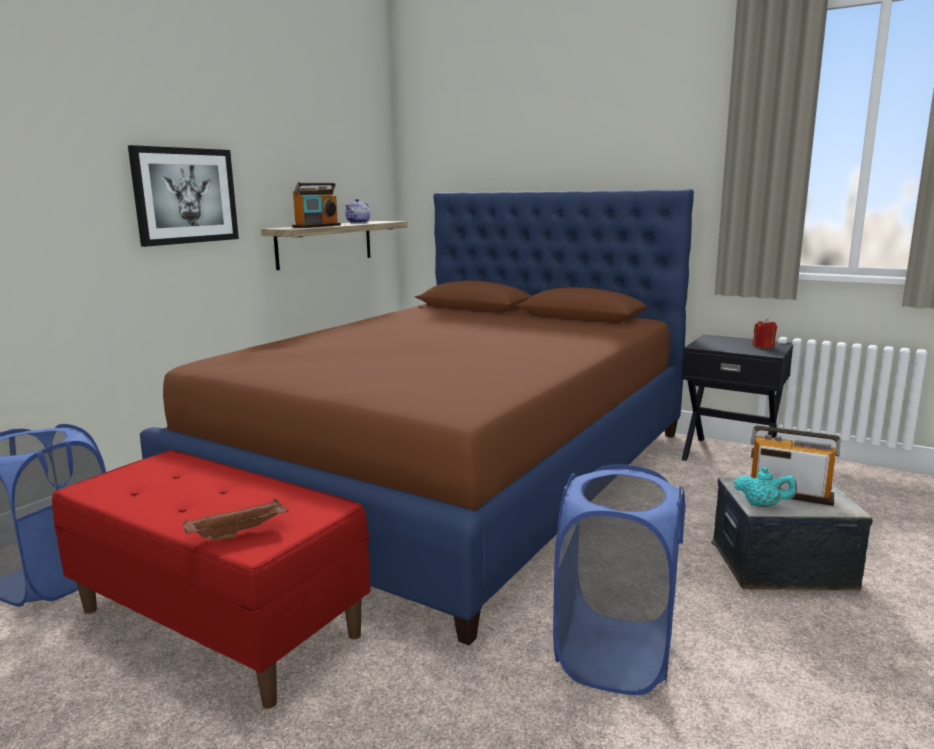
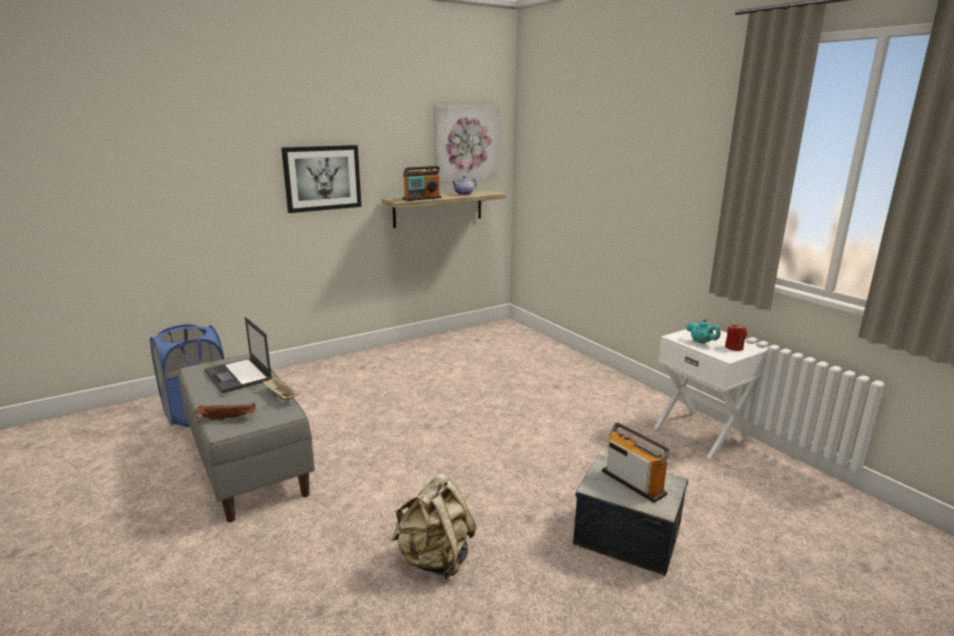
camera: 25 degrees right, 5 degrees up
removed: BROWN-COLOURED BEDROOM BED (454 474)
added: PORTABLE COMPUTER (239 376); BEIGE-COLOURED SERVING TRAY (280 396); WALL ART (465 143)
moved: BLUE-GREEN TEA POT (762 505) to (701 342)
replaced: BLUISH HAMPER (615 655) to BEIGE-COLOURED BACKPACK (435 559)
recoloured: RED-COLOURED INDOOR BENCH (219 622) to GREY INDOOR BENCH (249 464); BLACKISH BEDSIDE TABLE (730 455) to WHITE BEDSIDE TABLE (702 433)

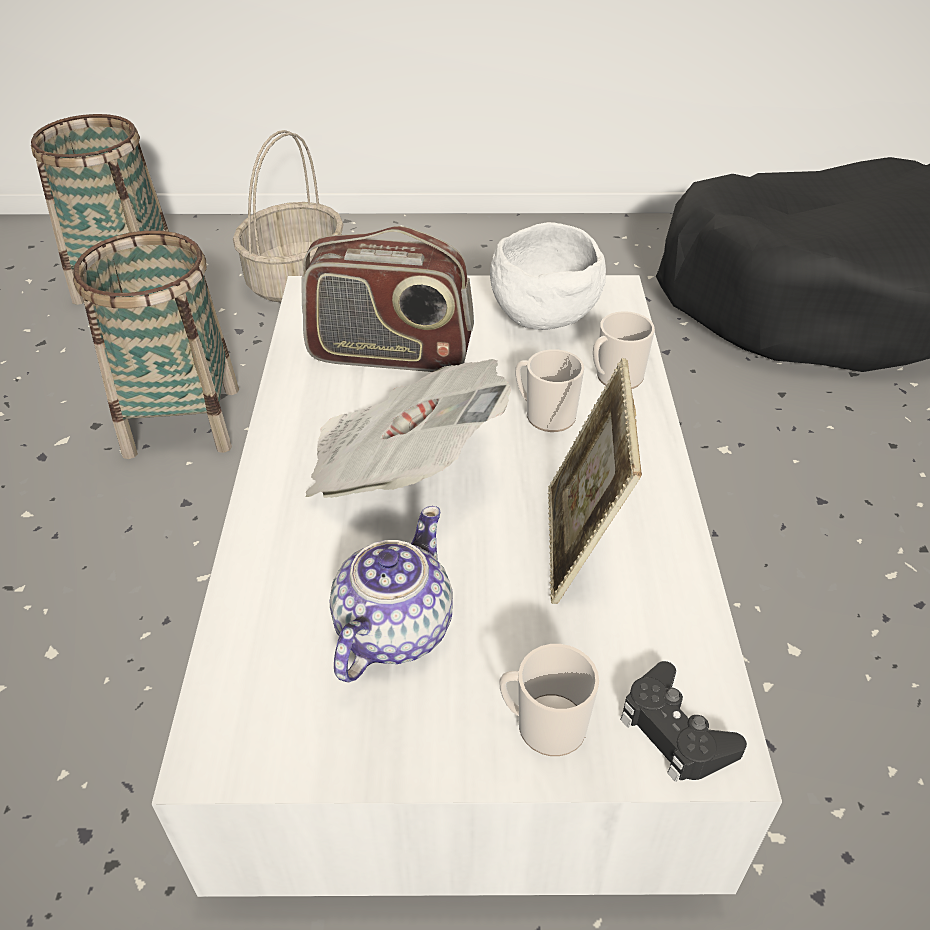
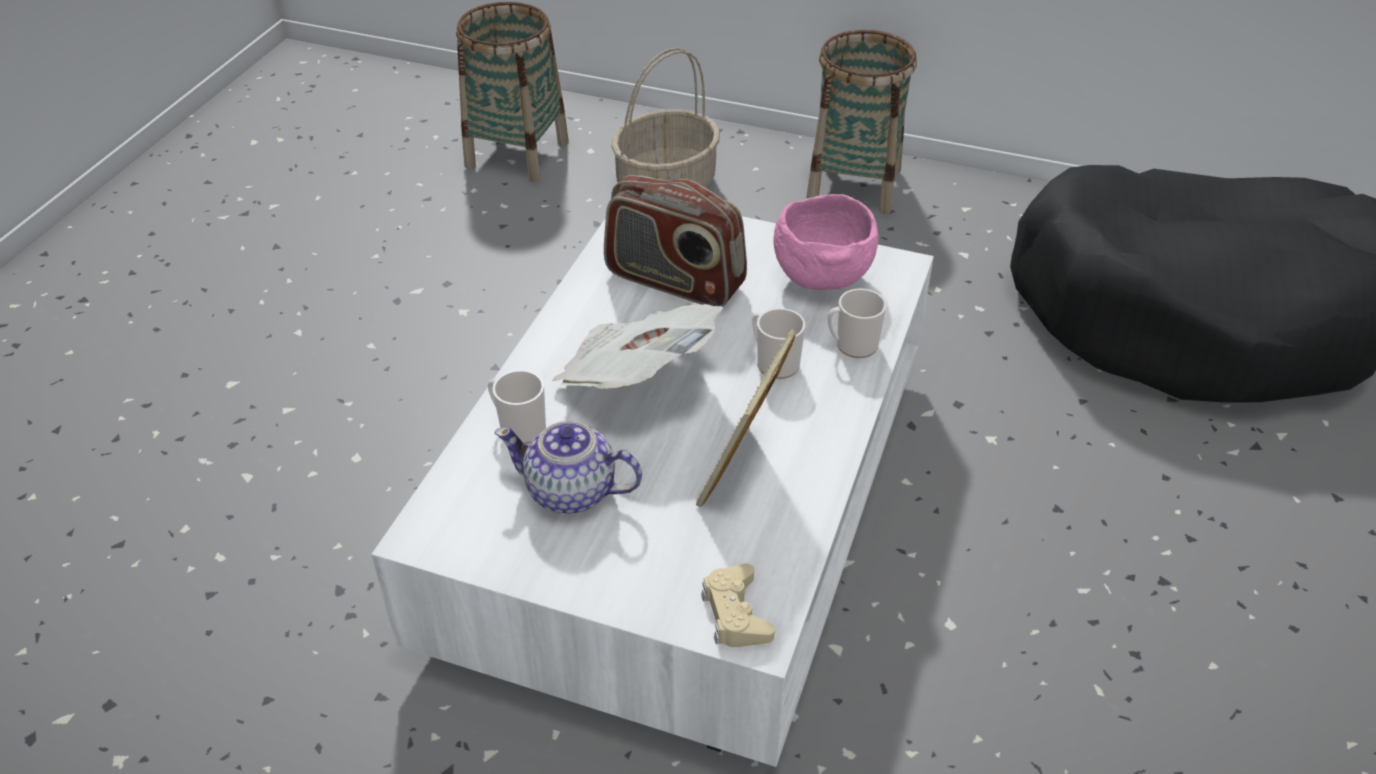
camera: 20 degrees right, 0 degrees up
moved: TEA MUG (543 725) to (518 427); STORAGE BASKET (183 421) to (854 185)
recoloured: BLACKISH GAMEPAD (675 731) to BEIGE-COLOURED GAMEPAD (735 613); WHITE SERVING BOWL (542 316) to PINKISH SERVING BOWL (821 275)
turned: TEA POT (392 630) = (572 492) 120 degrees counterclockwise

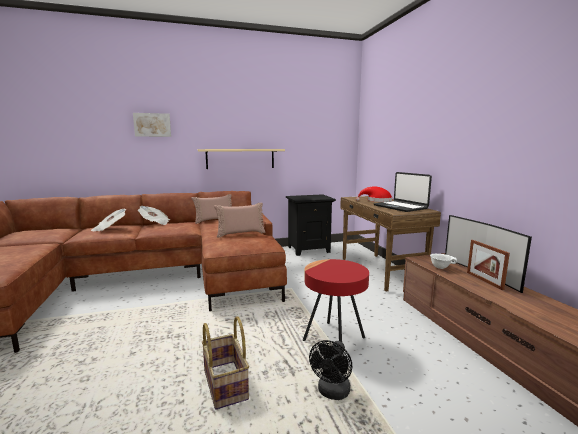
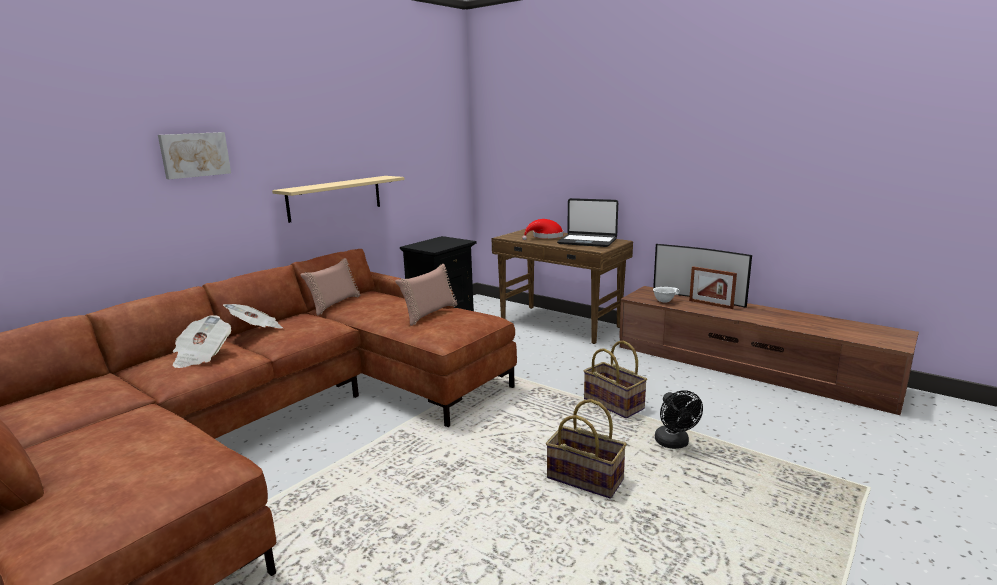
camera: 35 degrees left, 5 degrees up
replaced: RED-COLOURED ACCENT TABLE (334 339) to STORAGE BASKET (614 404)

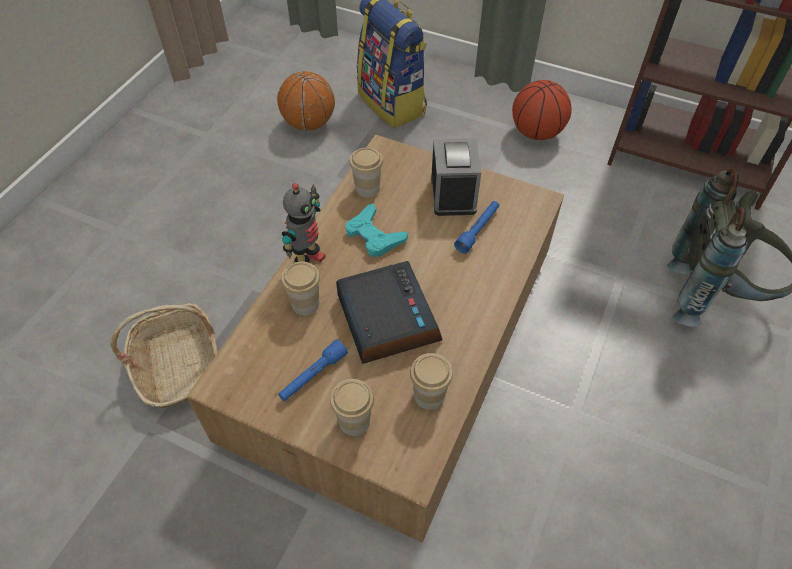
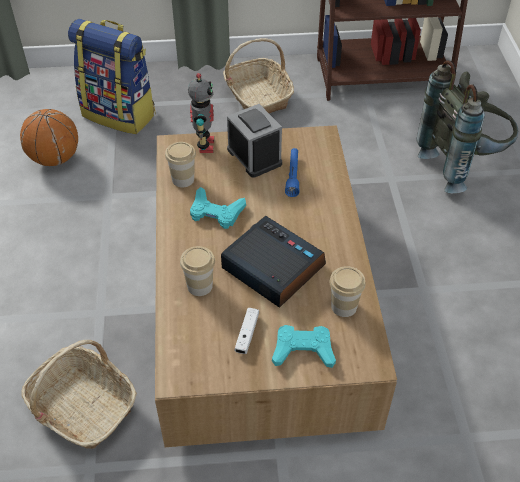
camera: 30 degrees left, 5 degrees down
moved: TOY ROBOT (308 261) to (204 145)
replaced: BASKETBALL BALL (536 133) to STORAGE BASKET (257 96); BLUISH HAND TORCH (313 376) to WHITE GAMEPAD (247 334); DRINKING CUP (354 421) to BLUE-GREEN GAMEPAD (303 350)

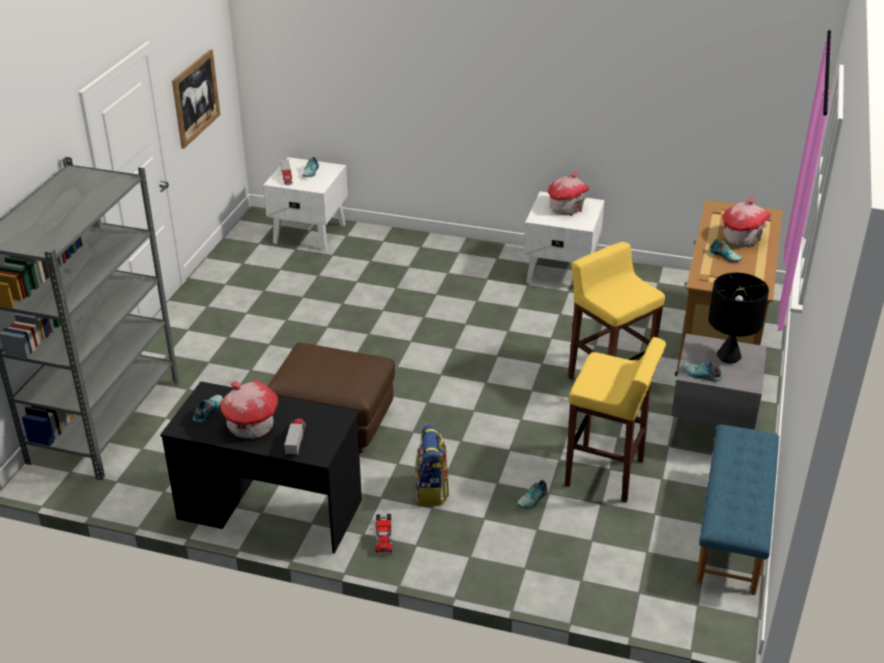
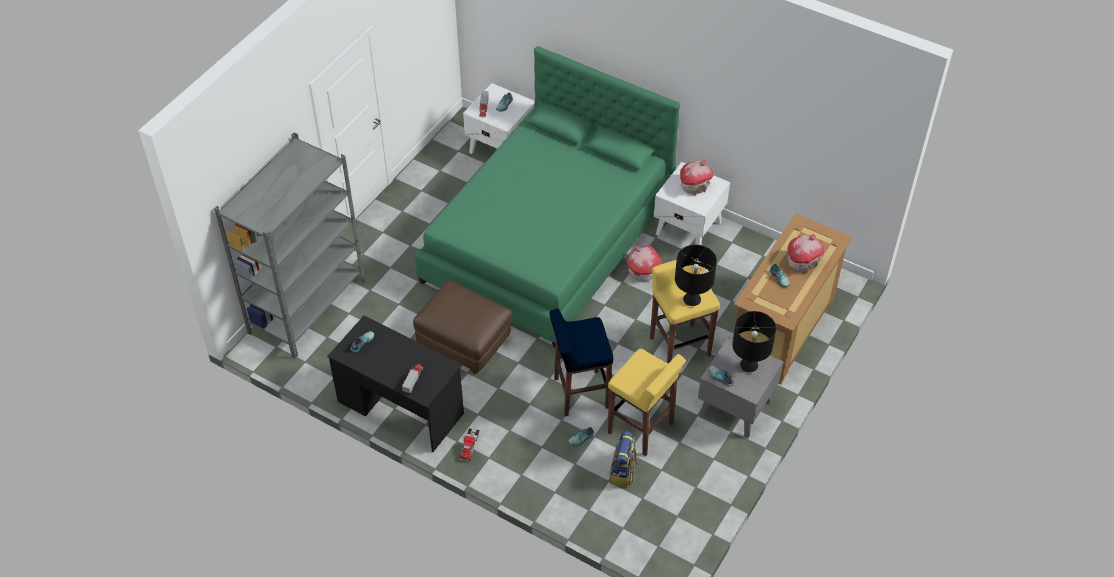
camera: 15 degrees right, 15 degrees up
removed: WALL ART (195 98); BLUISH INDOOR BENCH (733 529)
added: GREENISH BEDROOM BED (548 240); BLUISH SITTING STOOL (580 393); BLACKISH LAMP FOR A TABLE (691 300)
moved: BACKPACK (432 490) to (623 473); TOY HOUSE (250 426) to (642 271)

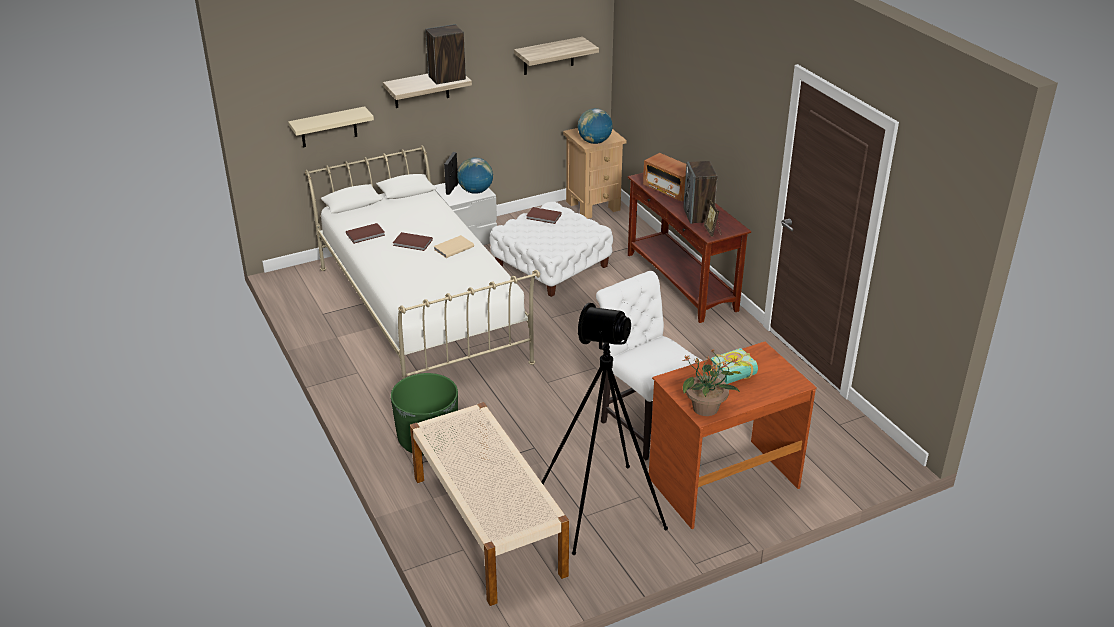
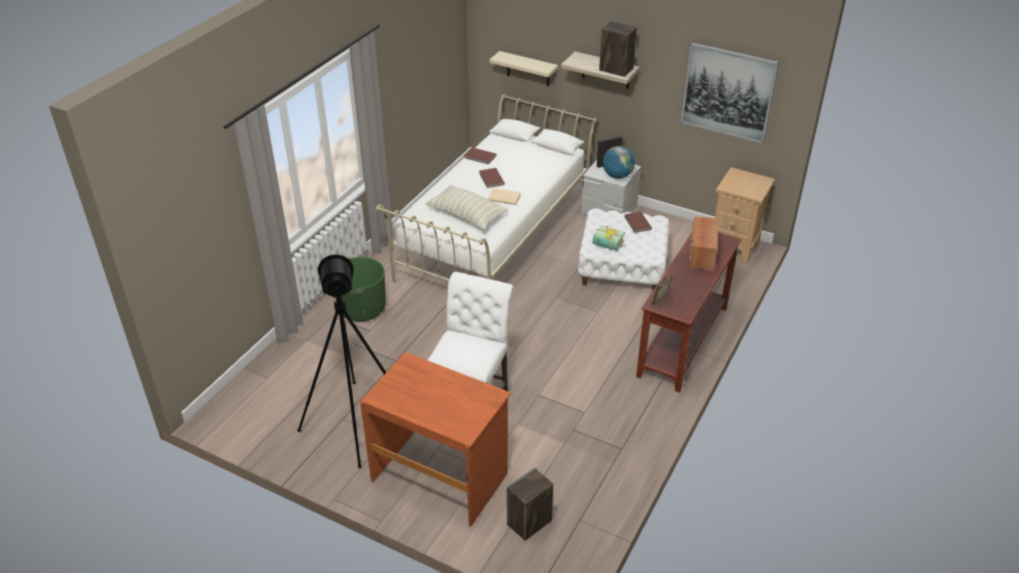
camera: 55 degrees right, 5 degrees up
removed: BEIGE-COLOURED INDOOR BENCH (487 525); WORLD GLOBE (594 142); HOUSEPLANT (706 408)
added: PILLOW (467 215)
moved: LOUDSPEAKER (698 215) to (529 523); BOOK (735 378) to (606 246)
replaced: WALL SHELF (548 56) to WALL ART (728 92)

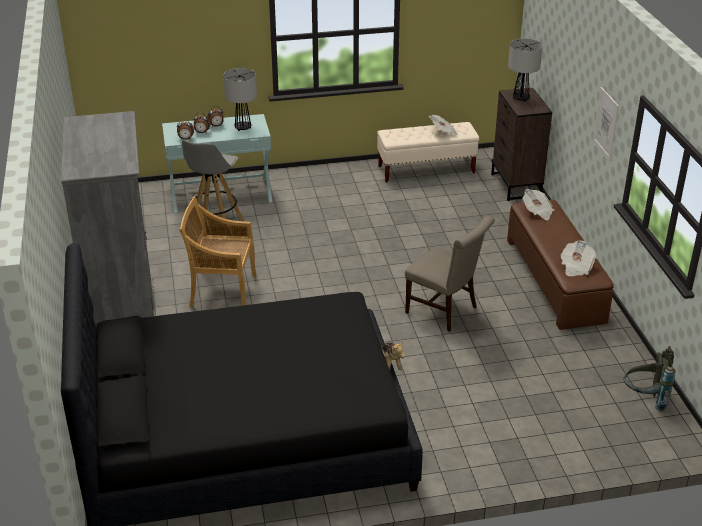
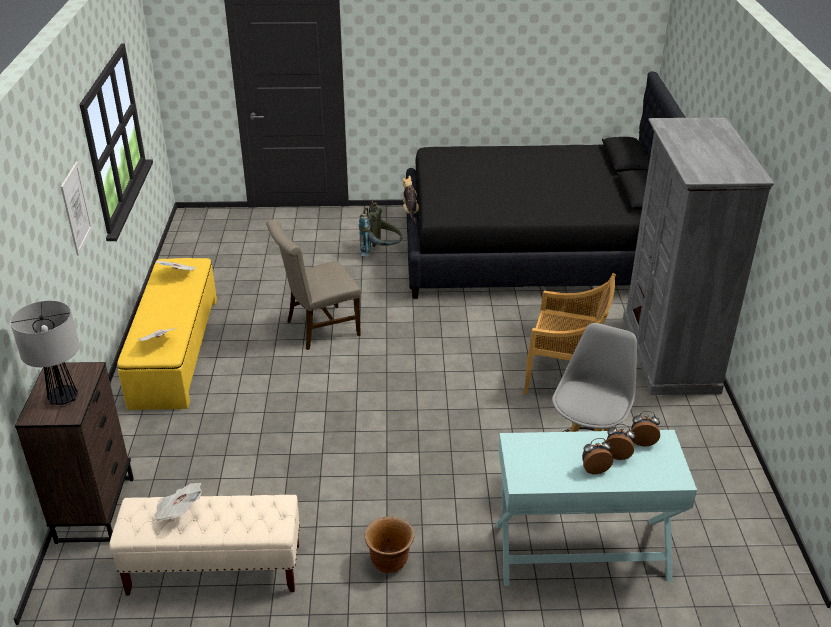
camera: 170 degrees left, 0 degrees up
removed: LAMP FOR A TABLE (243 128)
added: BROWN-COLOURED FLOWER POT (389 562)
moved: GREY BACKPACK (645 399) to (381 253)
recoloured: BROWN-COLOURED INDOOR BENCH (555 280) to YELLOW-COLOURED INDOOR BENCH (175 350)
turned: BEIGE-COLOURED PLAIN CHAIR (445 311) = (318 329) 75 degrees counterclockwise

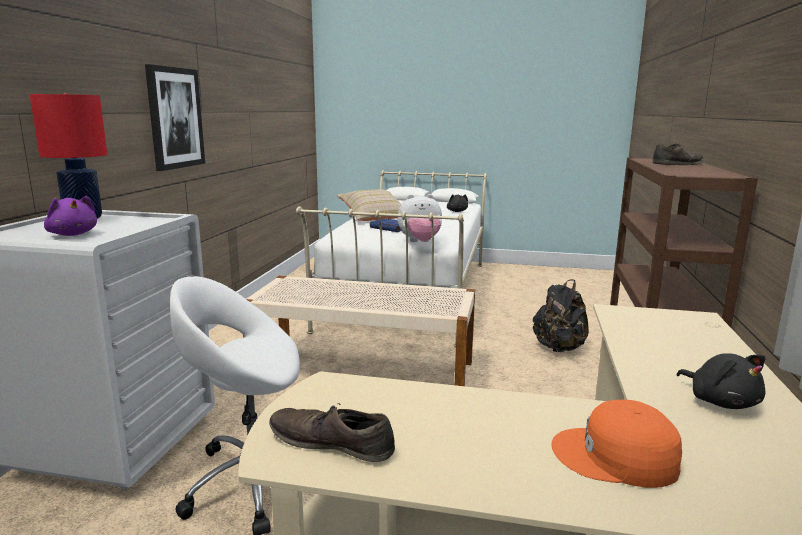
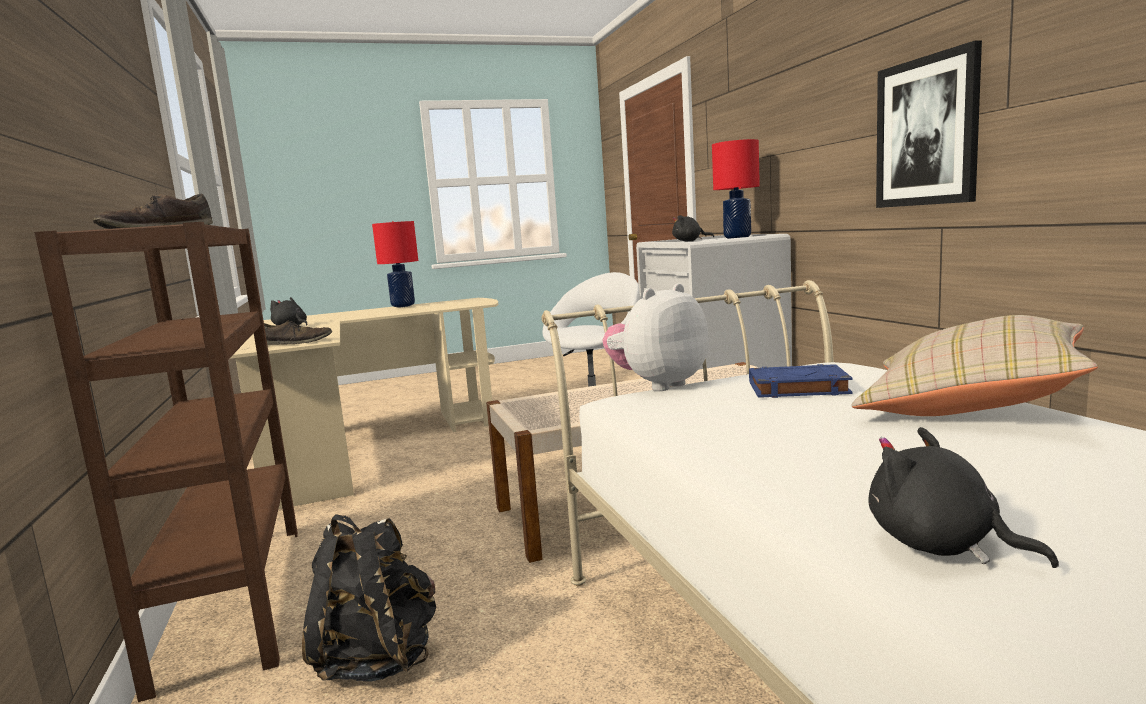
camera: 150 degrees right, 5 degrees down
removed: ORANGE PEAKED CAP (616 457)
added: RED-COLOURED LAMP FOR A TABLE (403 307)
moved: BROWN-COLOURED ITEM OF FOOTWEAR (331 442) to (295 342)
recoloured: PURPLISH PLUSH TOY (73 234) to BLACKISH PLUSH TOY (689 241)

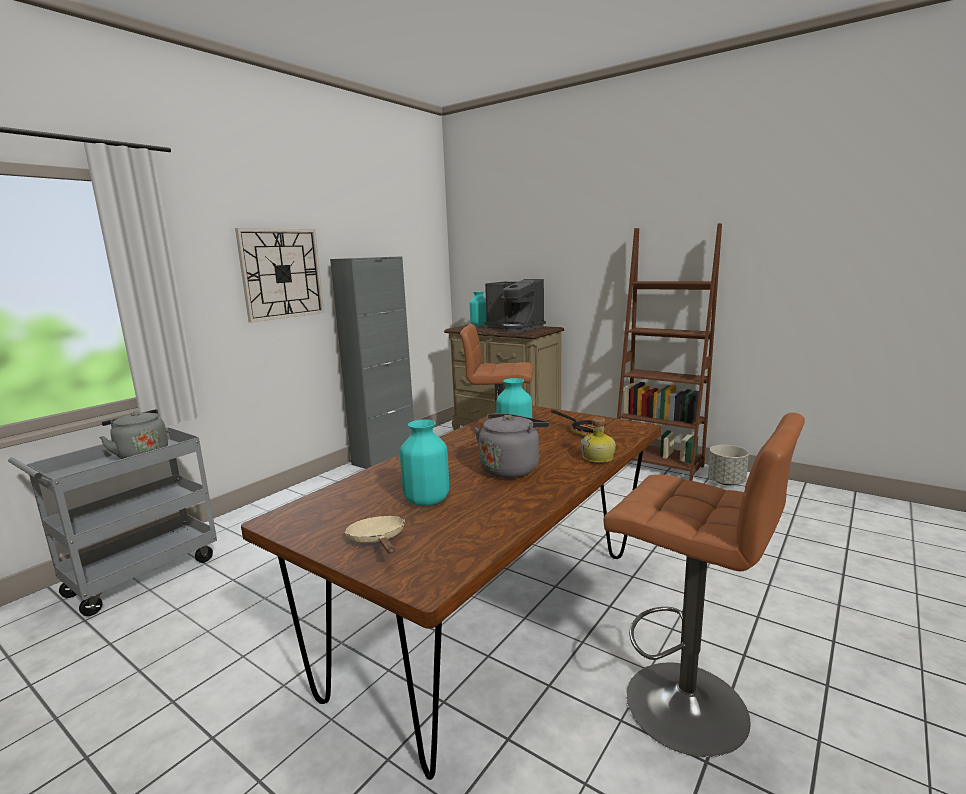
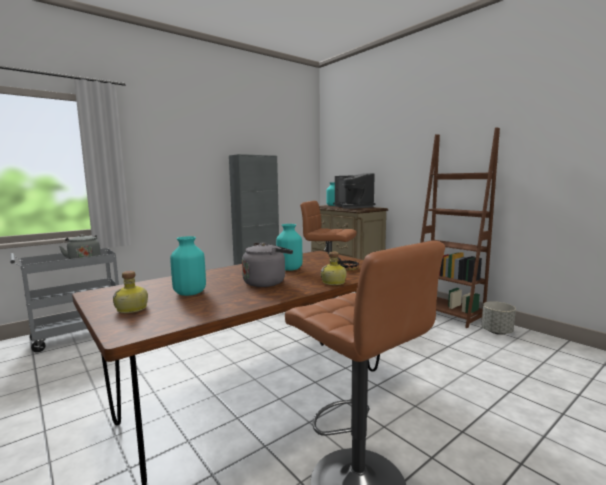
camera: 15 degrees right, 5 degrees down
removed: CLOCK ON THE WALL (282 274)
replaced: BEIGE-COLOURED FRYING PAN (378 540) to BOTTLE (132 309)

